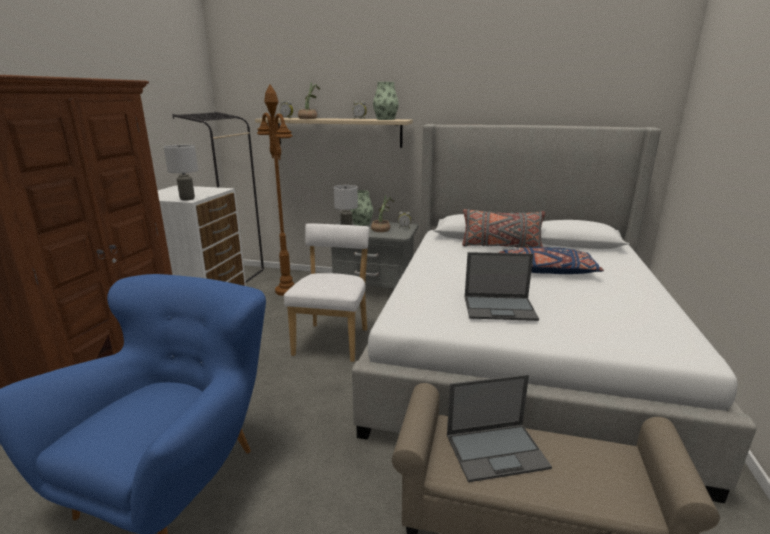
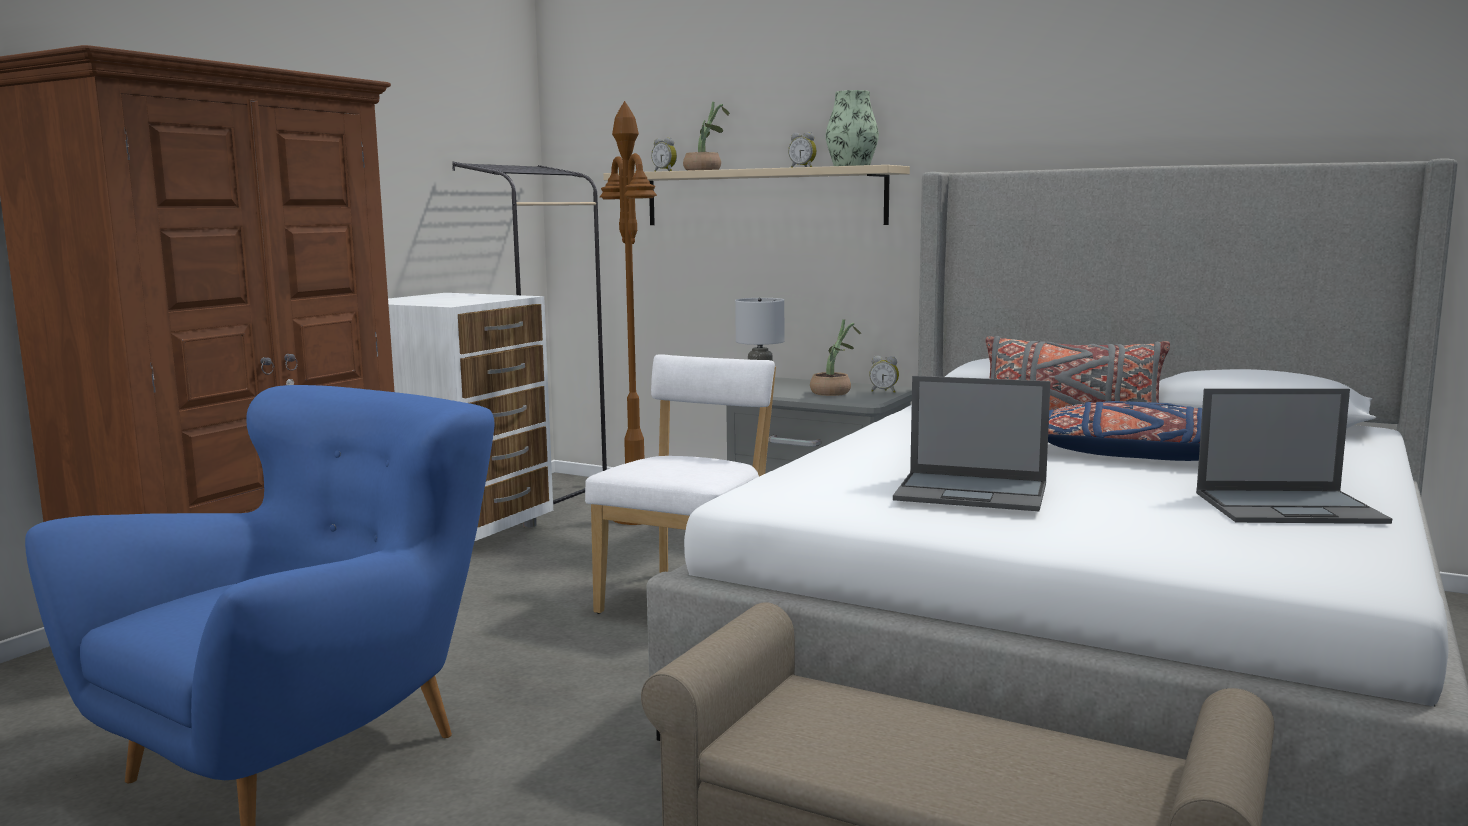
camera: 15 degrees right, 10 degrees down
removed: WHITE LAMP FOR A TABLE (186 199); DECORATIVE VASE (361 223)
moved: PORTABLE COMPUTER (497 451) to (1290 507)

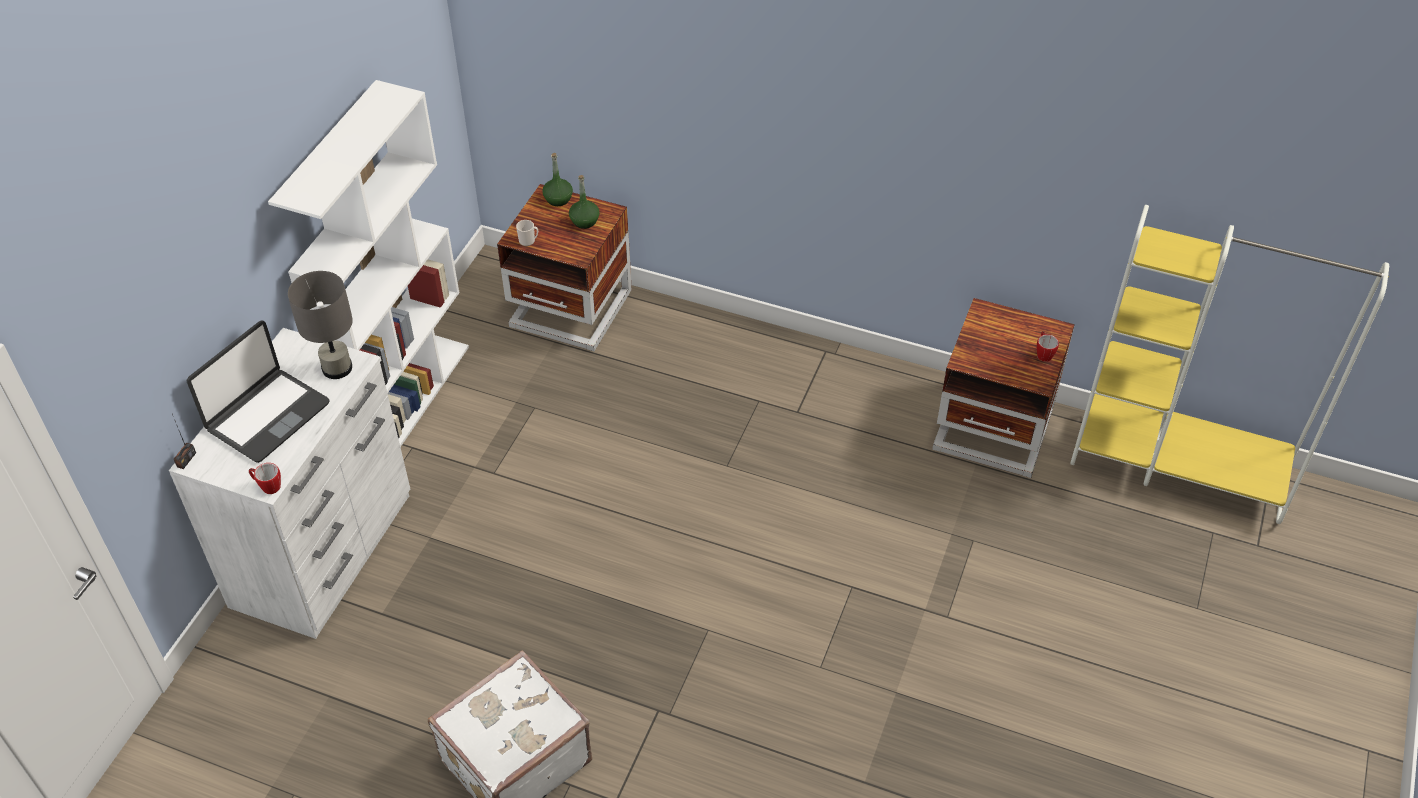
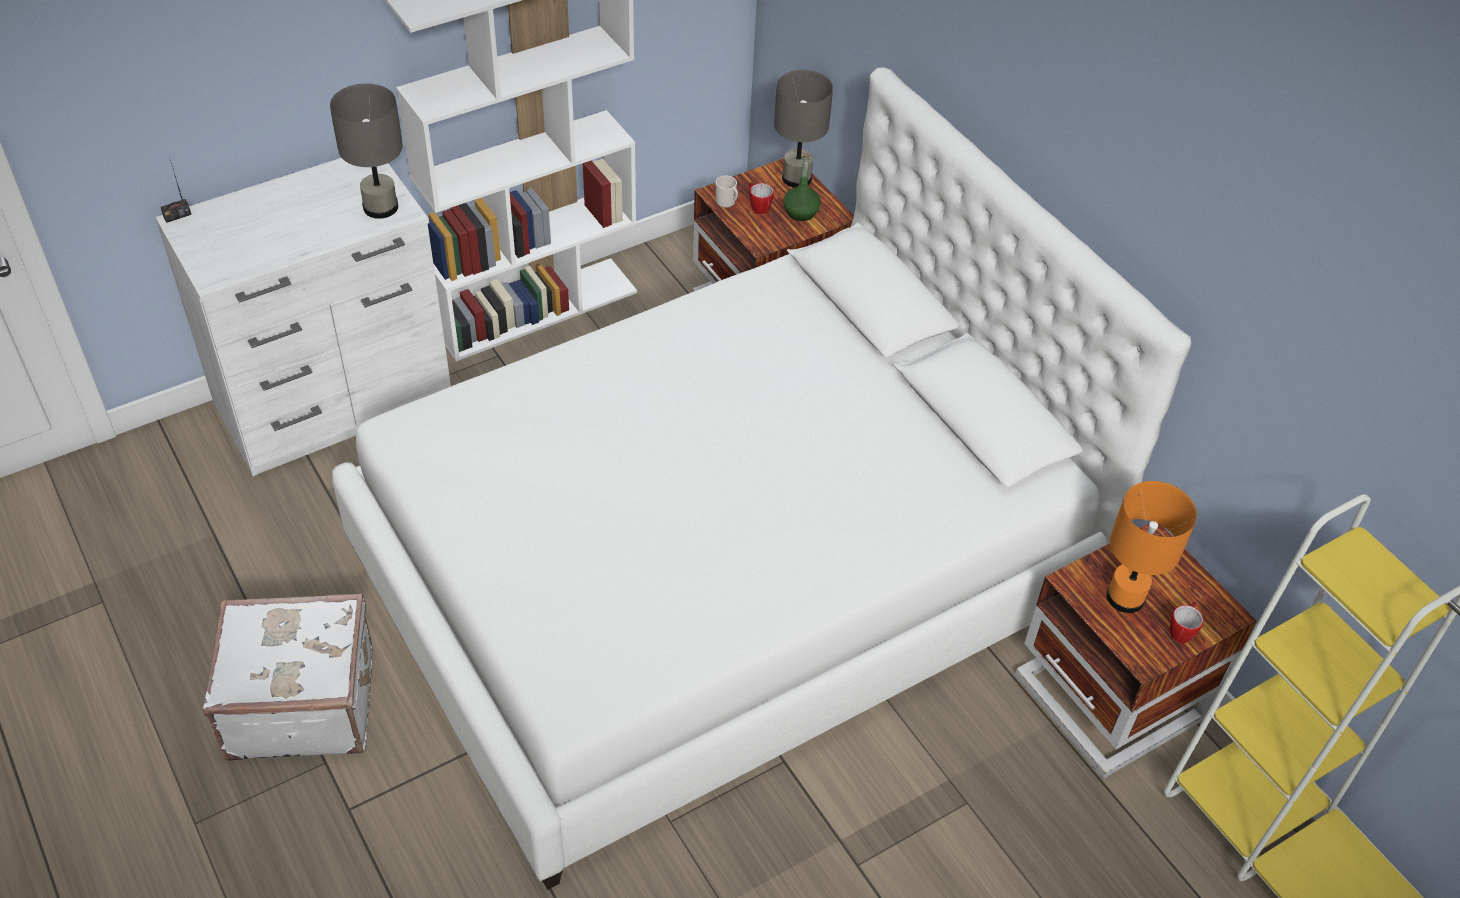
camera: 35 degrees right, 0 degrees up
removed: PORTABLE COMPUTER (267 416)
added: WHITE BEDROOM BED (725 574); ORANGE LAMP FOR A TABLE (1124 596)
moved: TEA MUG (267 486) to (758 207)
replaced: GREENISH BOTTLE (558 199) to GREY LAMP FOR A TABLE (796 178)

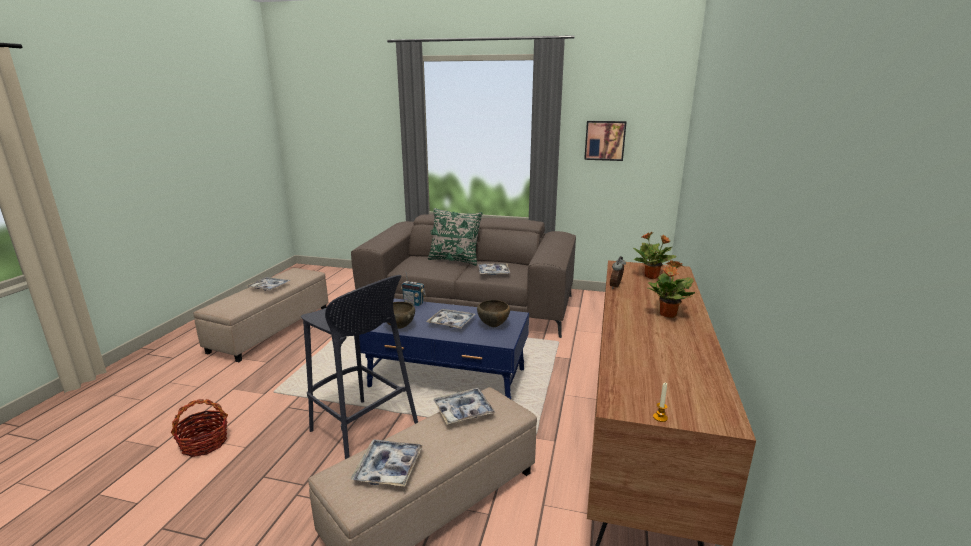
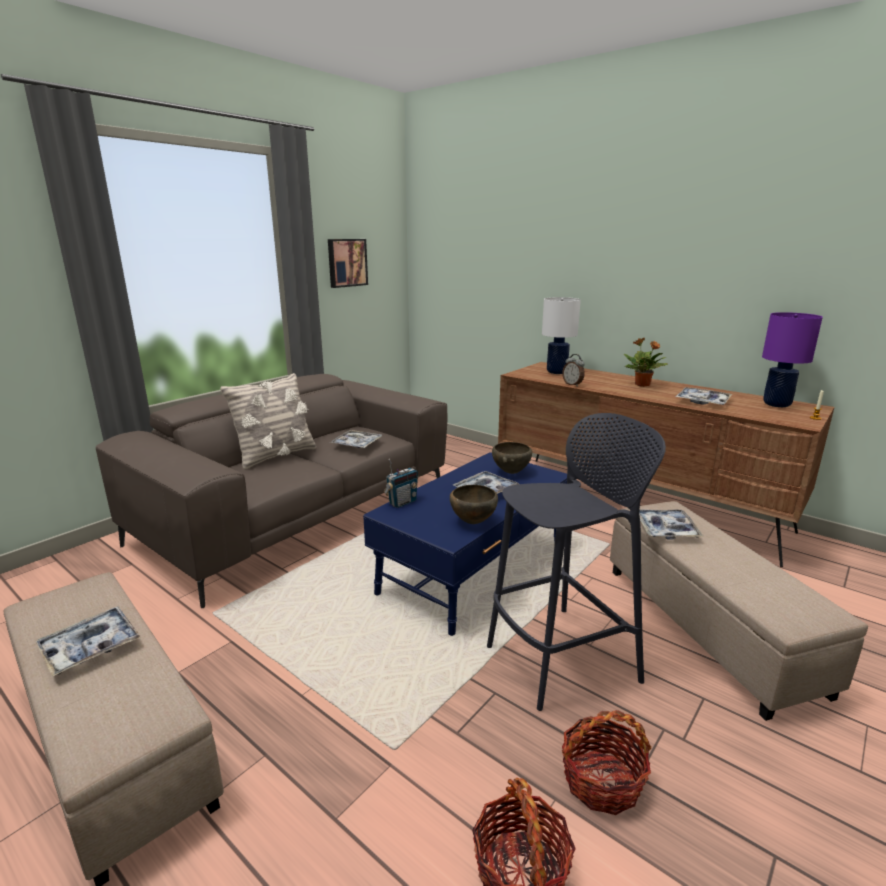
camera: 65 degrees left, 0 degrees up
added: STORAGE BASKET (601 781); PURPLISH LAMP FOR A TABLE (776 405)
moved: SERVING TRAY (388 468) to (702 402)
replaced: HOUSEPLANT (652 277) to WHITE LAMP FOR A TABLE (557 373)
recoloured: GREENISH PILLOW (454 260) to BEIGE-COLOURED PILLOW (276 456)

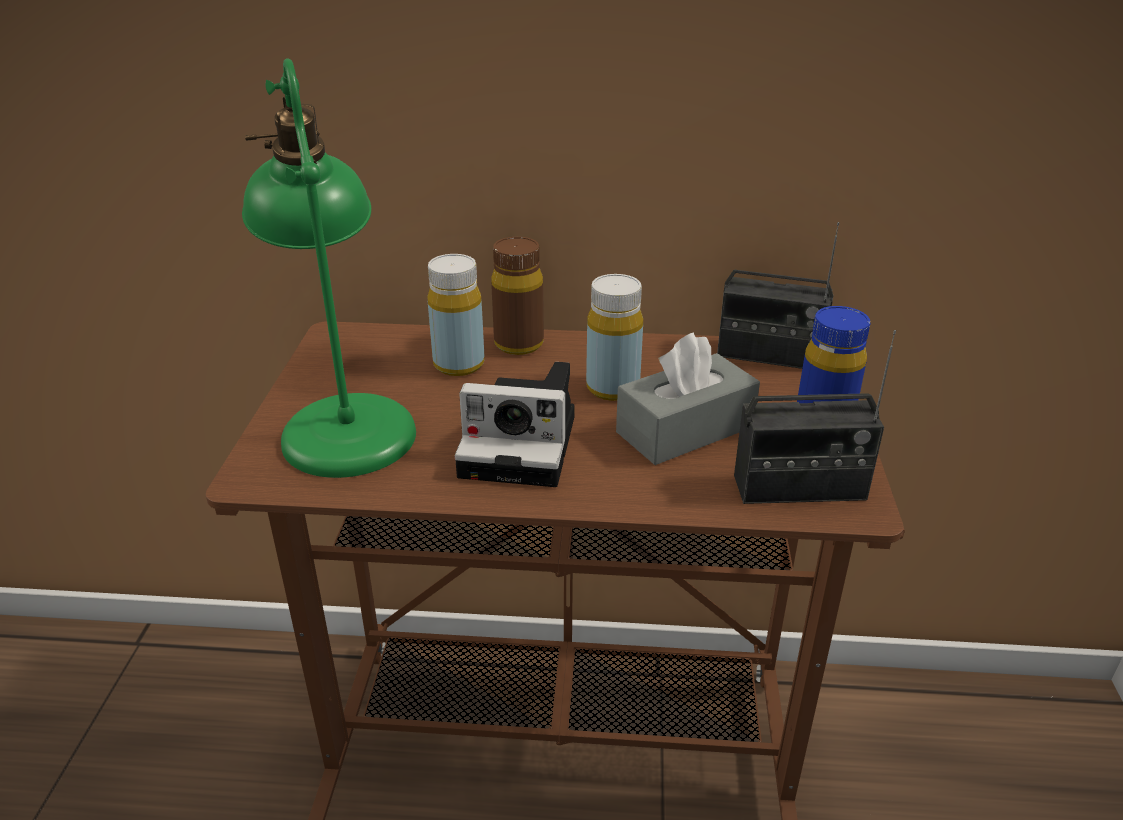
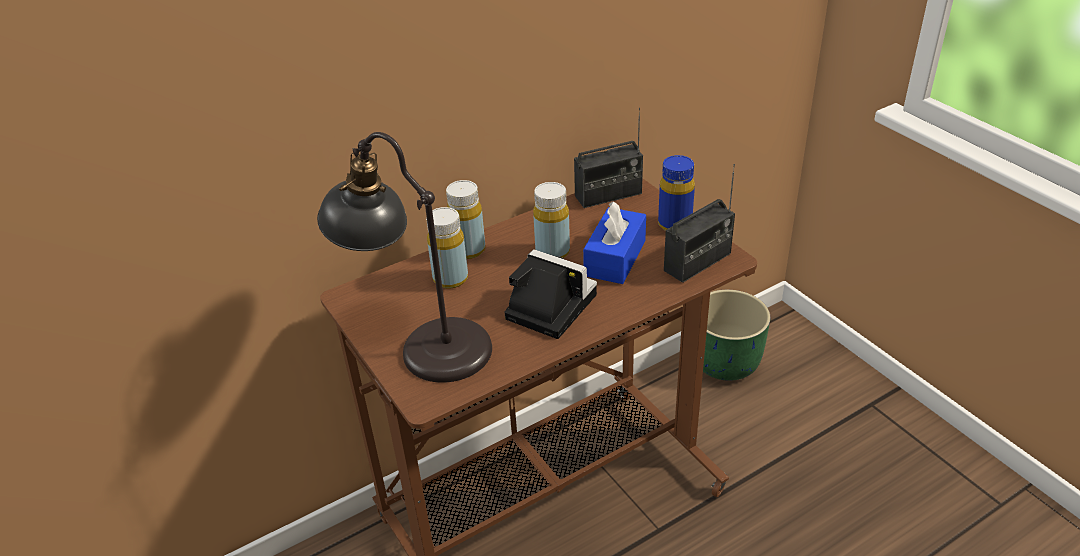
camera: 35 degrees left, 5 degrees up
added: GREENISH FLOWER POT (726 361)
recoloured: GREENISH LAMP FOR A TABLE (339 406) to GREY LAMP FOR A TABLE (416 337); BROWN-COLOURED BOTTLE (519 344) to YELLOW-COLOURED BOTTLE (468 250); GREY BOX OF TISSUES (685 430) to BLUISH BOX OF TISSUES (615 258)
turned: PHOTO CAMERA (524 445) = (547 306) 120 degrees counterclockwise

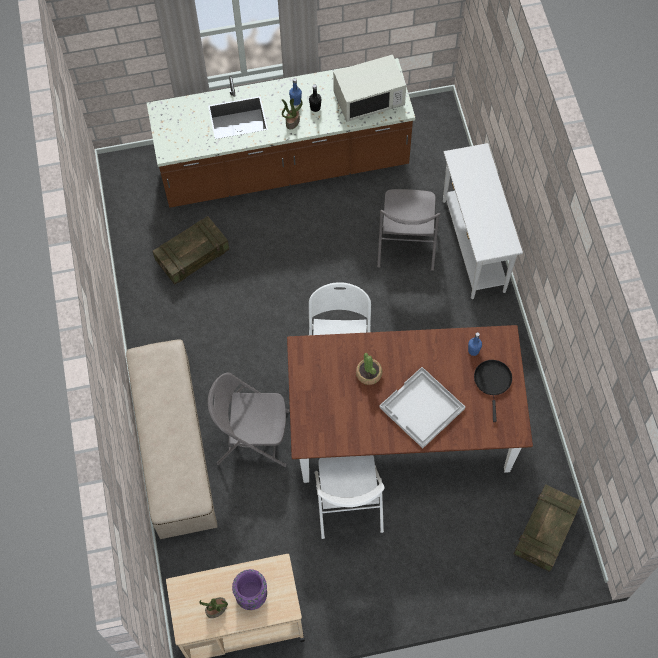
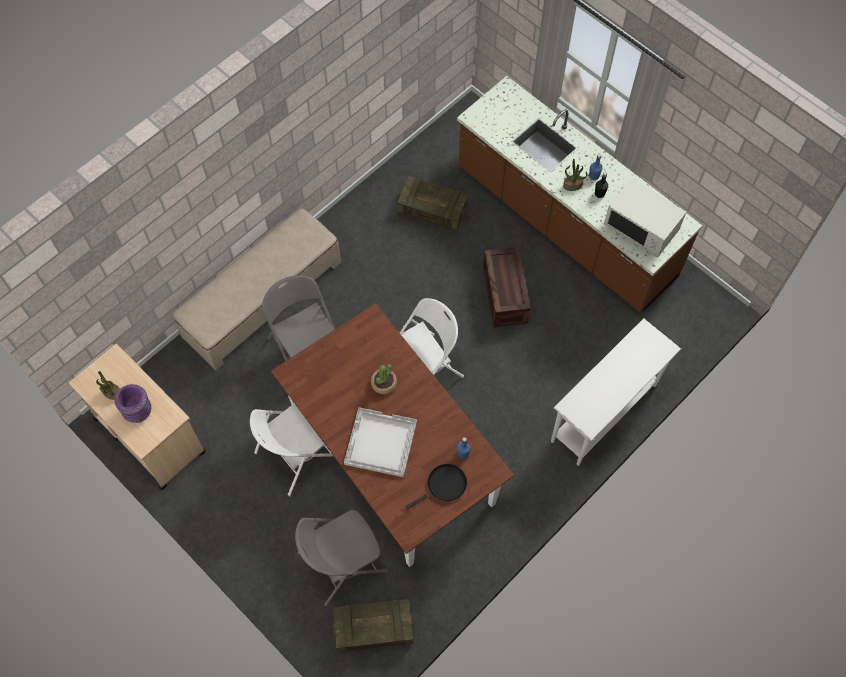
camera: 55 degrees right, 0 degrees up
added: PACKING CRATE (503 294)
moved: GREY PLAIN CHAIR (406 241) to (342 561)

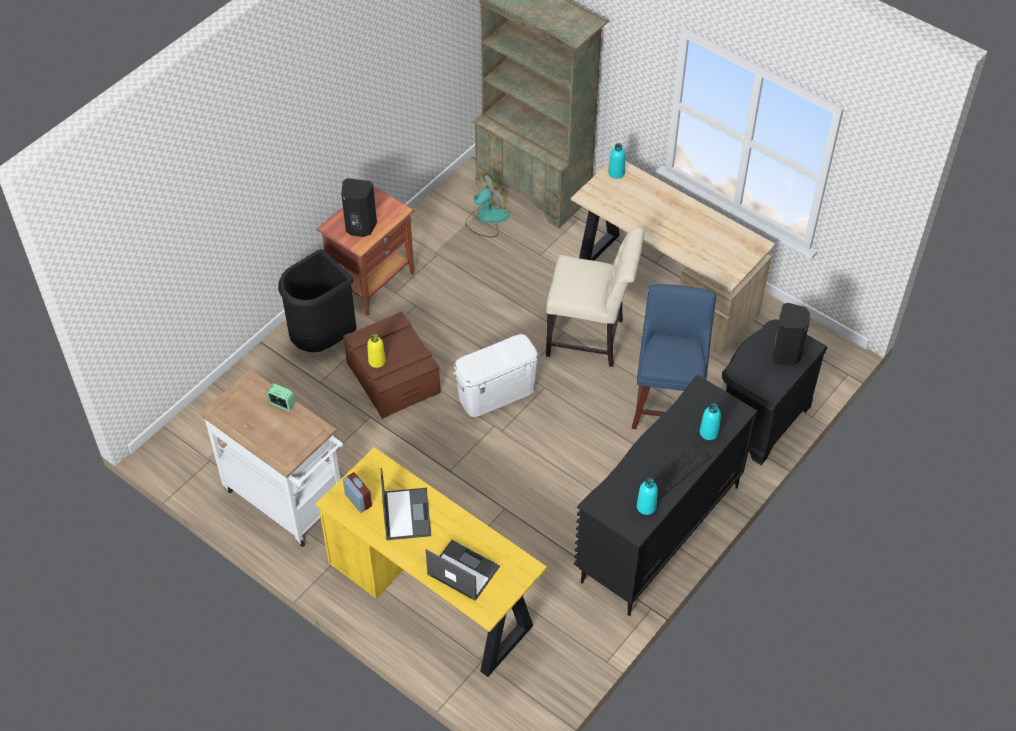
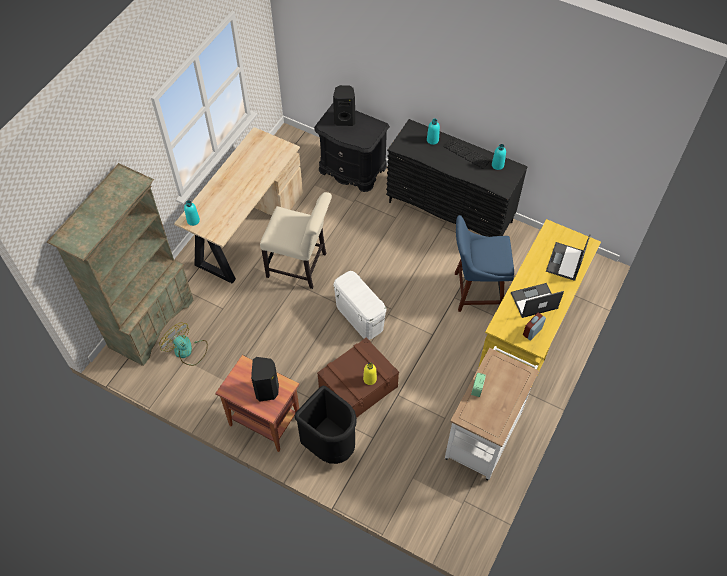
camera: 100 degrees left, 5 degrees up
moved: BLUISH SITTING STOOL (668 403) to (475 291)
turned: BEIGE-COLOURED PLAIN CHAIR (590 339) = (300 267) 105 degrees clockwise

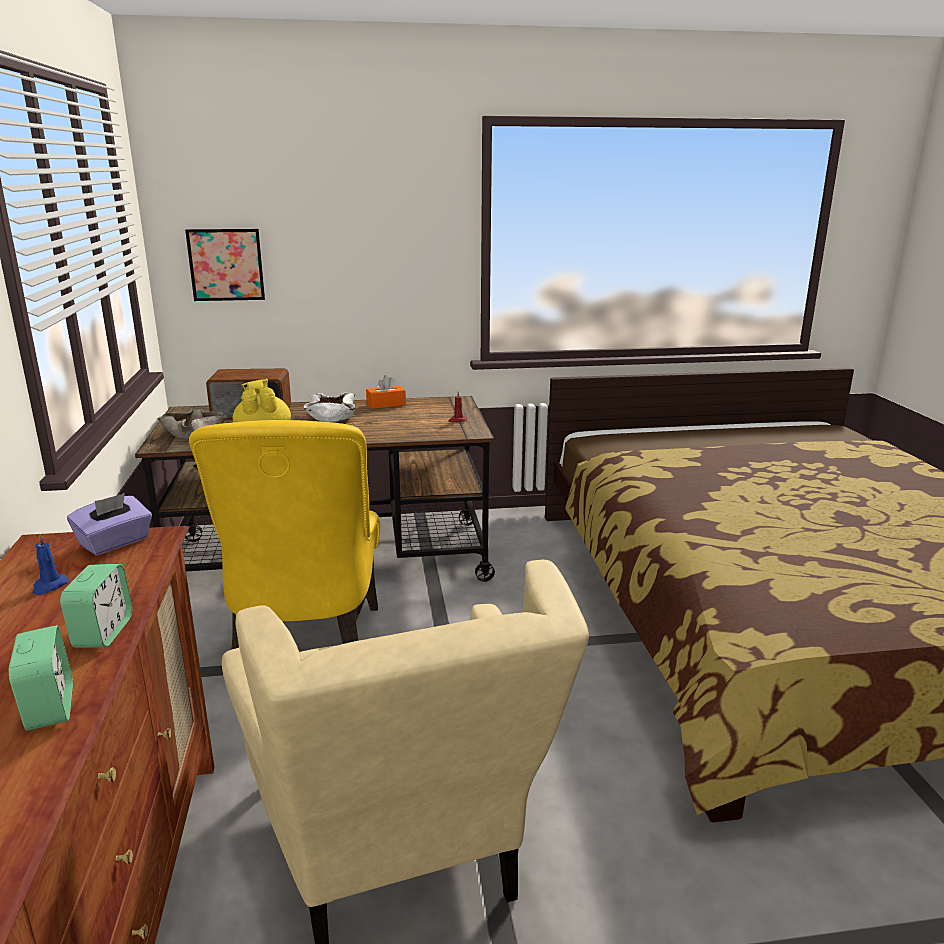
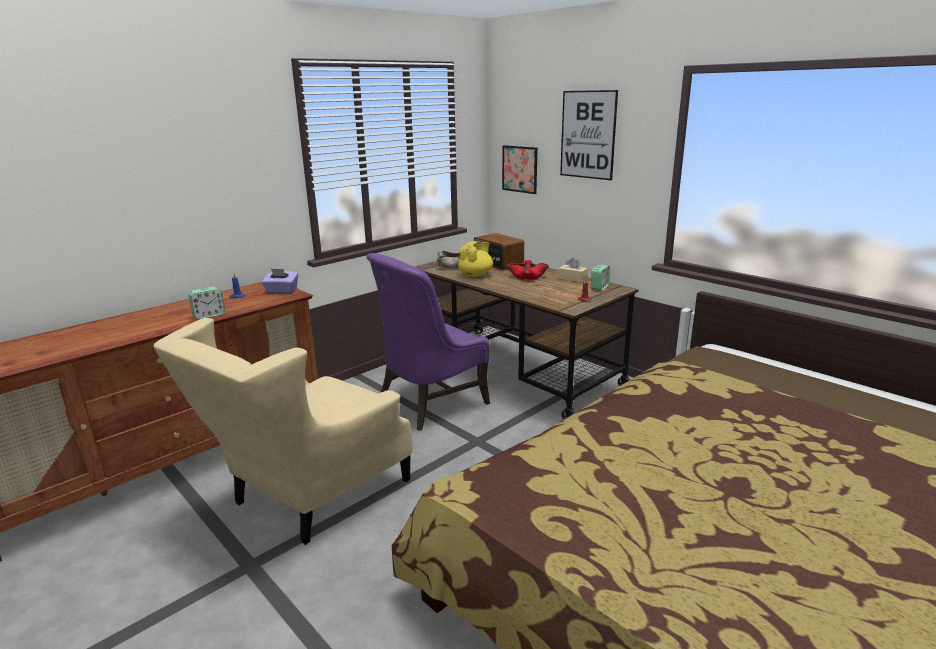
camera: 55 degrees right, 0 degrees up
added: WALL ART (588 135)
moved: BEDSIDE CLOCK (49 707) to (599 288)
recoloured: YELLOW-COLOURED PLAIN CHAIR (306 646) to PURPLISH PLAIN CHAIR (430 402); WHITE SERVING BOWL (332 417) to RED-COLOURED SERVING BOWL (527 276); ORANGE BOX OF TISSUES (386 404) to BEIGE-COLOURED BOX OF TISSUES (572 278)

